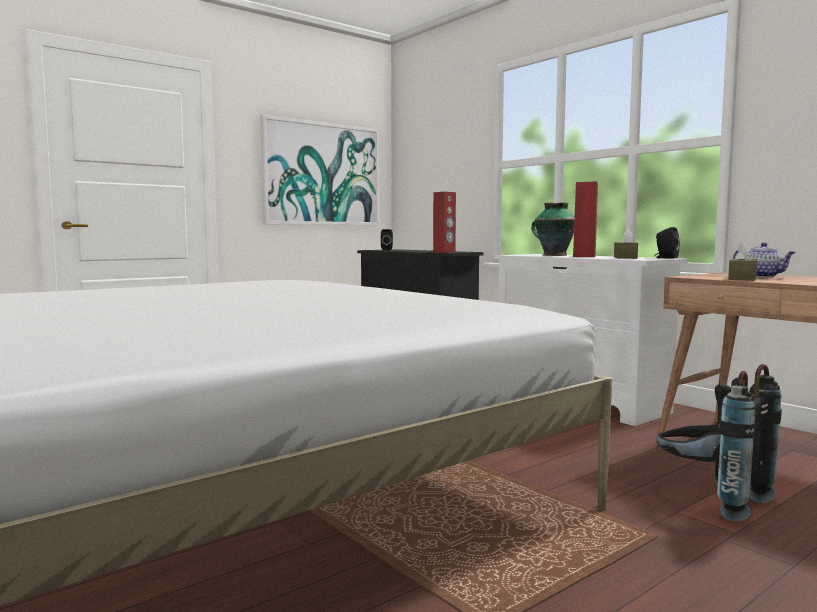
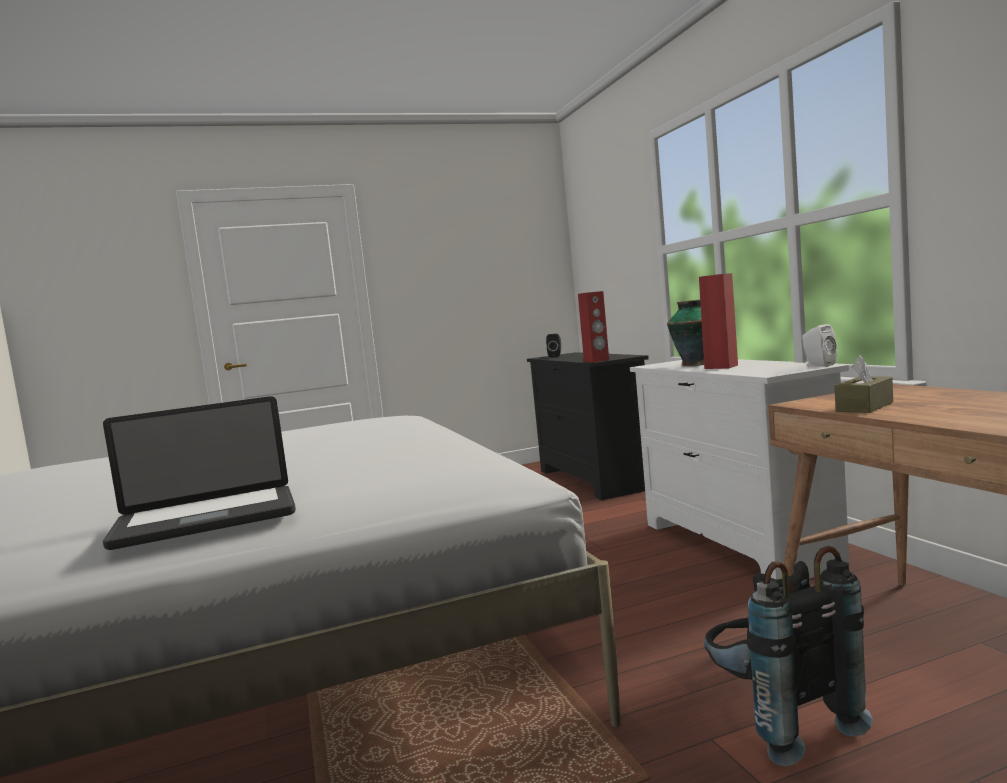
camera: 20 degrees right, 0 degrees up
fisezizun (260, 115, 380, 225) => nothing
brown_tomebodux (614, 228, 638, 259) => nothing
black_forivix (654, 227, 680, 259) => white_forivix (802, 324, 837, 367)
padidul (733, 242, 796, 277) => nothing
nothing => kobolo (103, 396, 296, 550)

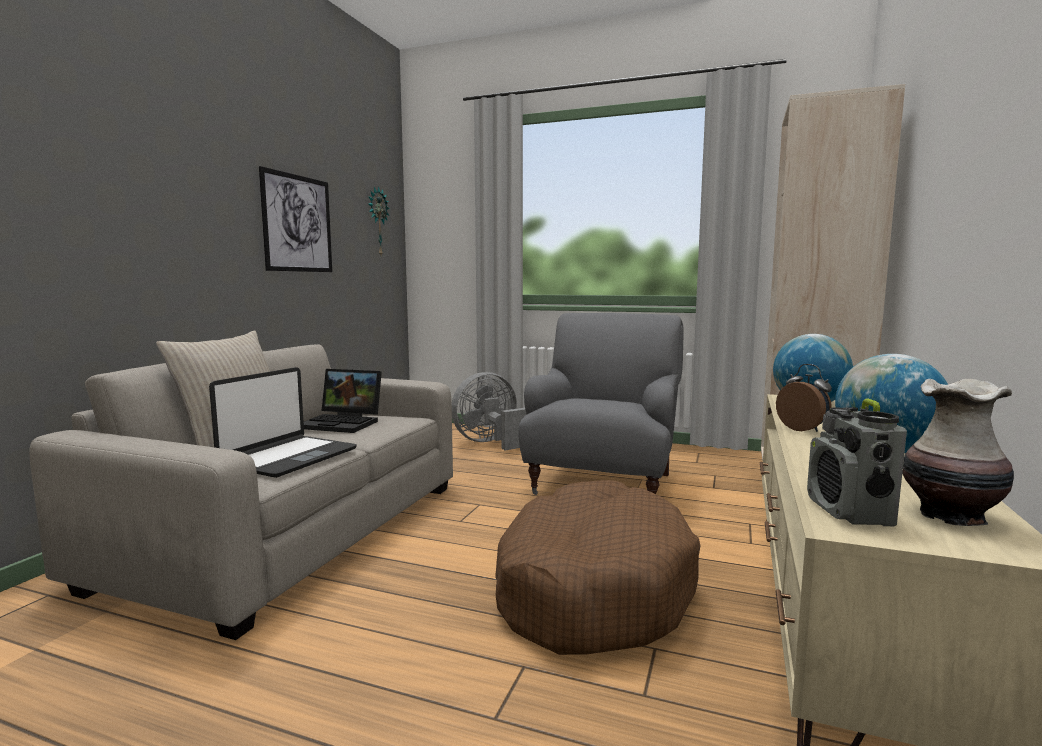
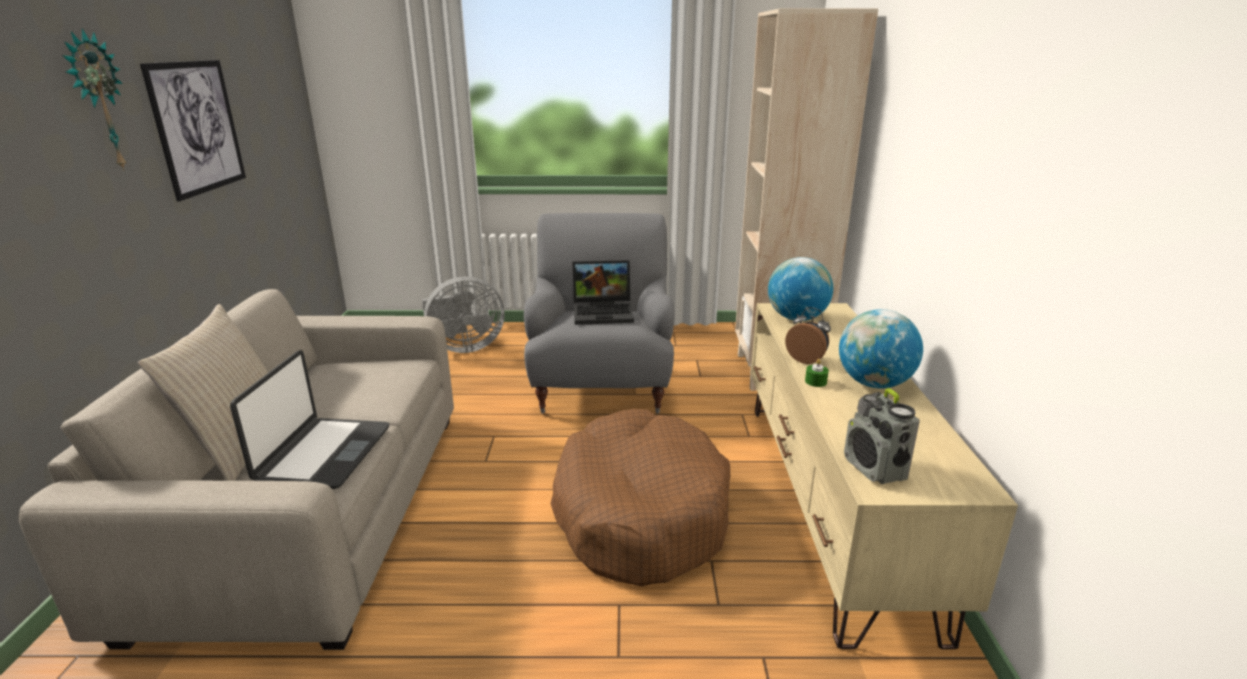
camera: 20 degrees left, 15 degrees up
kobolo (304, 369, 382, 433) => kobolo (572, 260, 634, 325), relocated
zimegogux (368, 186, 390, 255) => zimegogux (62, 29, 127, 171), relocated
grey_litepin (452, 372, 527, 450) => grey_litepin (422, 276, 505, 353), 150 degrees counterclockwise
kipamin (903, 379, 1014, 526) => nothing
nothing => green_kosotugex (805, 359, 829, 387)

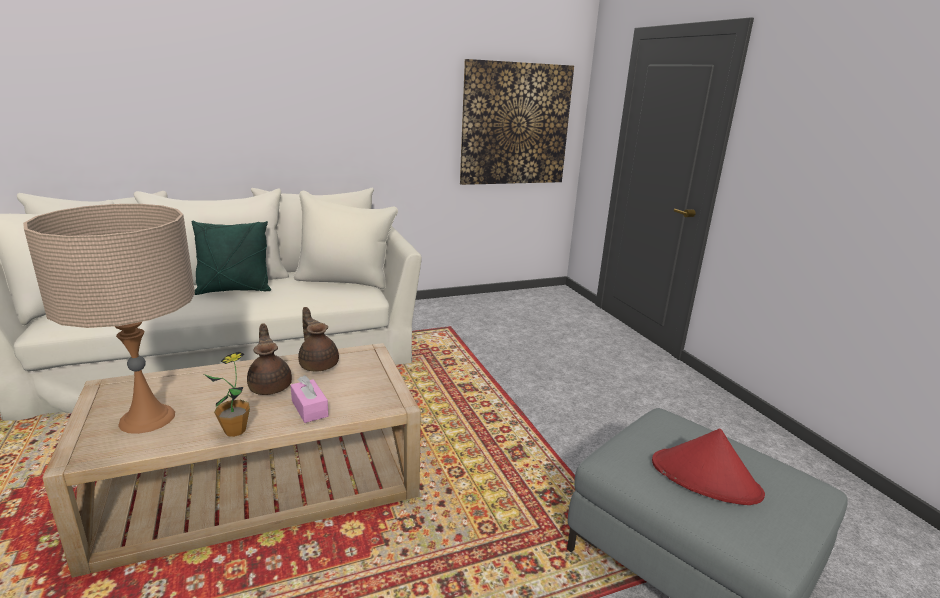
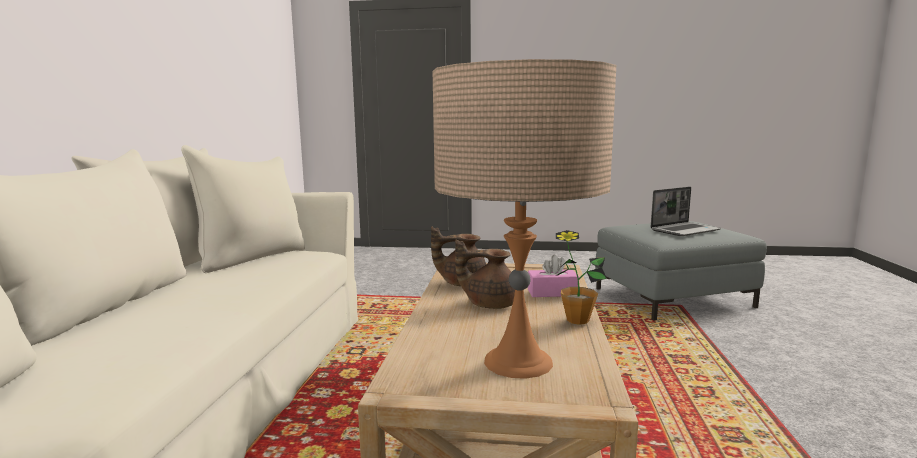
camera: 60 degrees left, 10 degrees down
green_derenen (192, 221, 271, 295) => nothing
fisezizun (460, 59, 574, 185) => nothing
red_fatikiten (652, 428, 765, 505) => kobolo (651, 187, 721, 236)

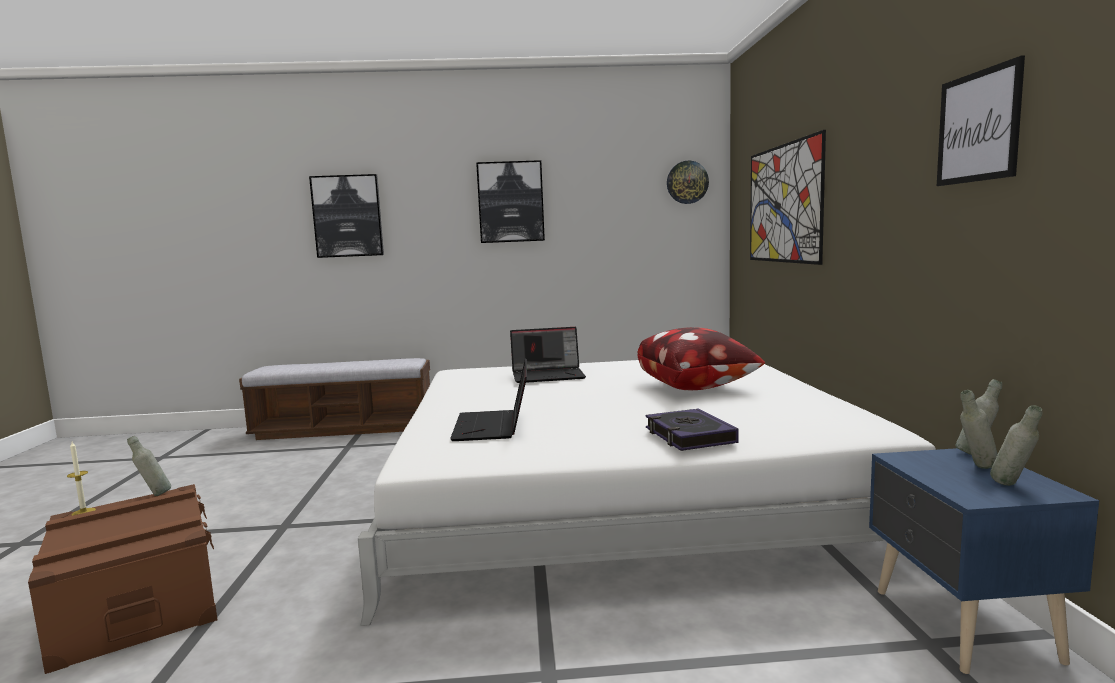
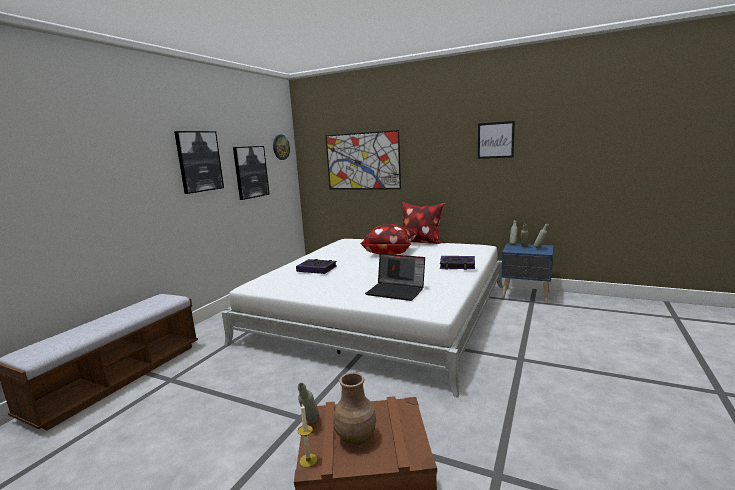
camera: 60 degrees left, 5 degrees up
fisezizun (309, 174, 384, 258) => fisezizun (233, 146, 269, 200), relocated
kobolo (510, 327, 586, 383) => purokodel (296, 259, 337, 274)
nothing => brown_kipamin (333, 372, 376, 445)
nothing => derenen (402, 202, 445, 244)

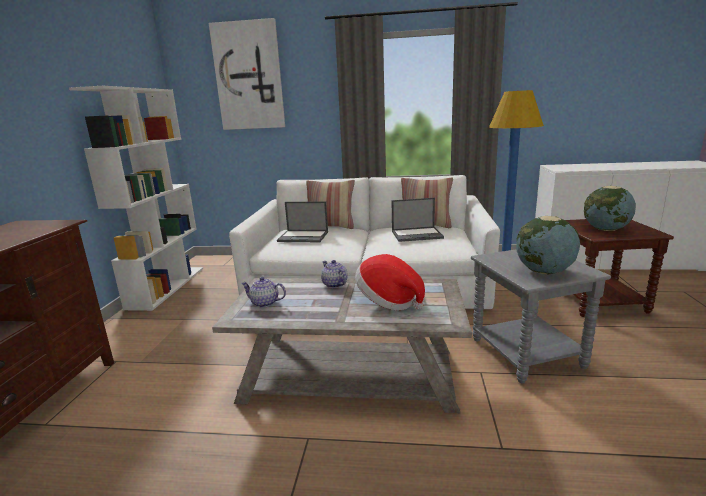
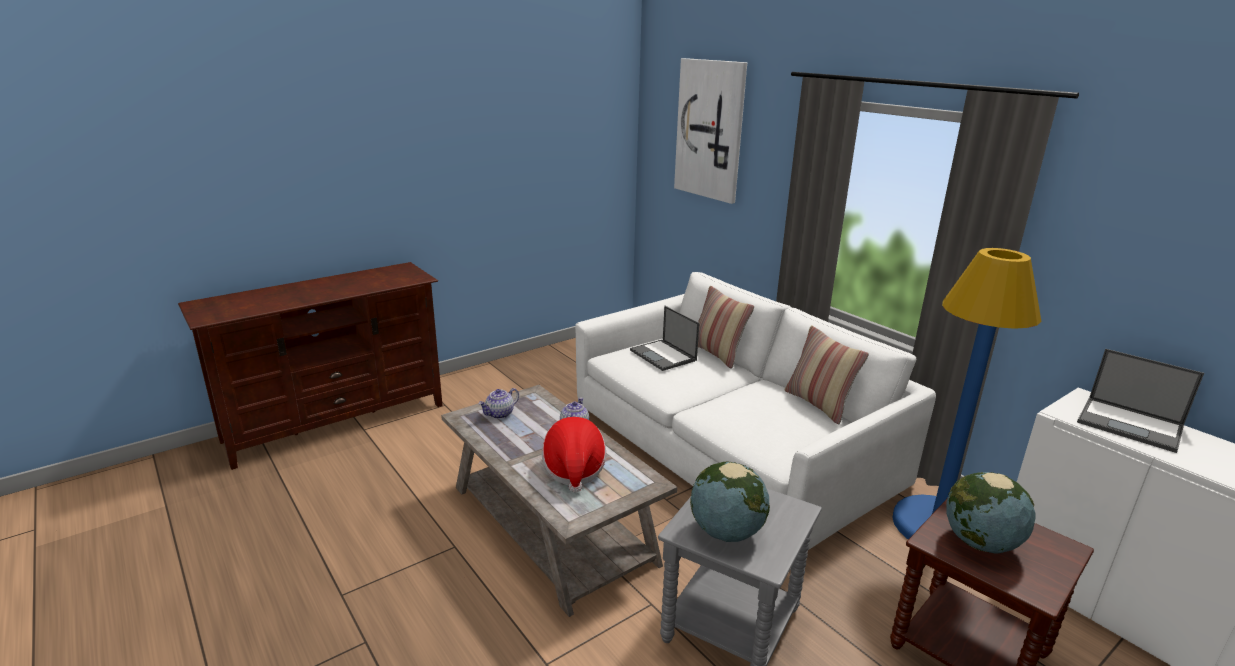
camera: 45 degrees right, 5 degrees up
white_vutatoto (69, 86, 203, 311) => nothing
padidul (241, 277, 286, 308) => padidul (478, 388, 519, 419), 105 degrees counterclockwise
kobolo (391, 198, 444, 242) => kobolo (1077, 349, 1204, 453), relocated

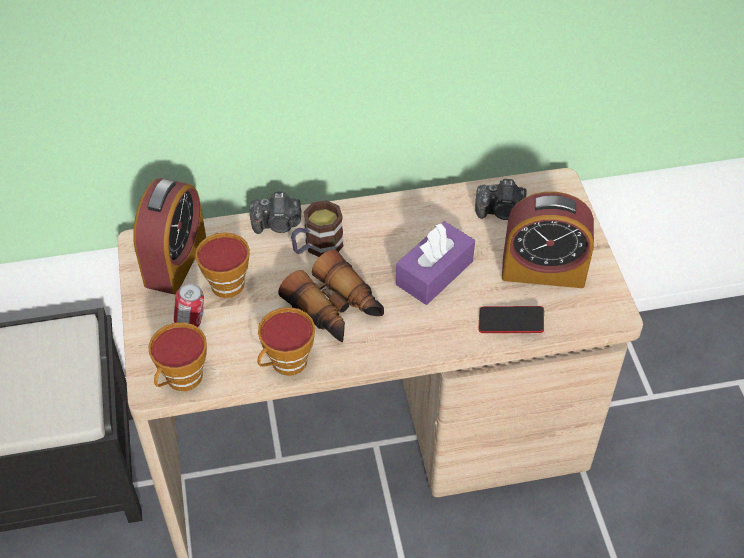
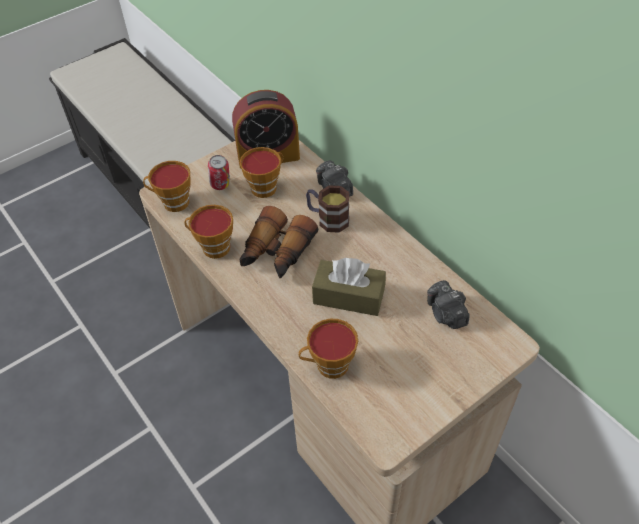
camera: 65 degrees right, 0 degrees up
purple_tomebodux (396, 221, 475, 305) => brown_tomebodux (312, 258, 386, 316)
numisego (478, 306, 544, 333) => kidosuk (298, 319, 358, 379)
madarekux (502, 192, 594, 288) => nothing

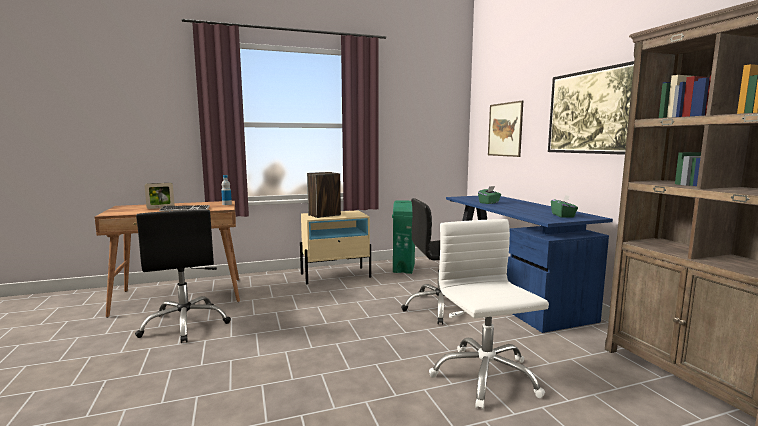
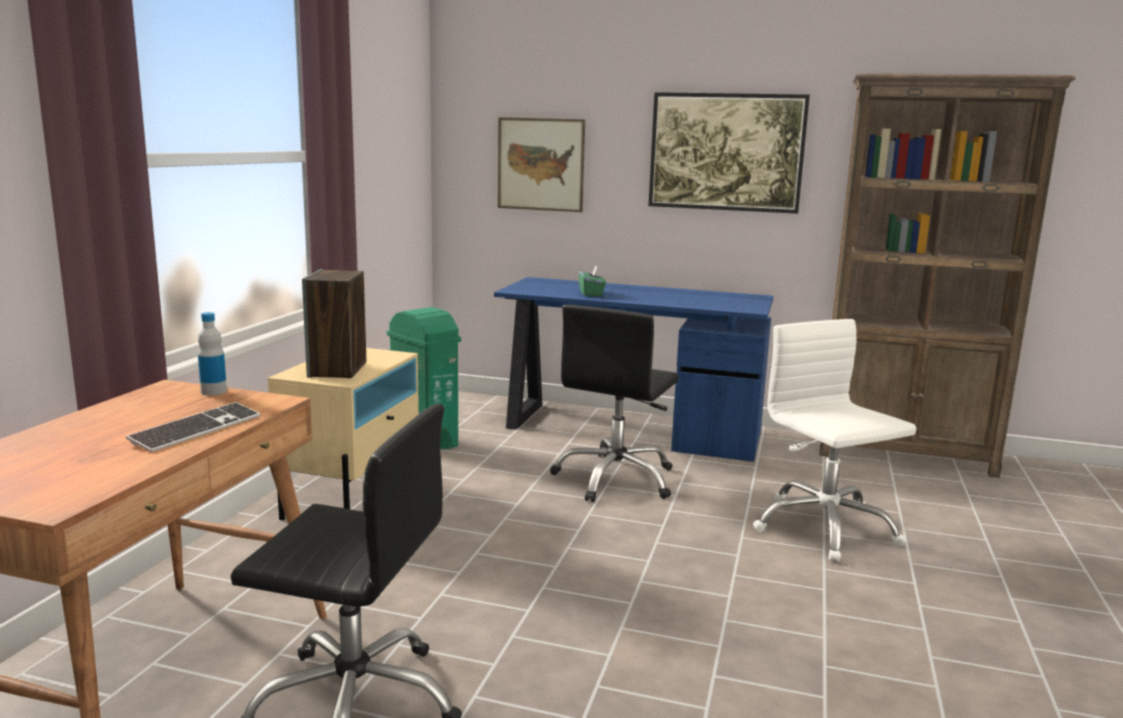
camera: 55 degrees left, 5 degrees up
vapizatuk (145, 183, 175, 209) => nothing
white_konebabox (429, 219, 549, 410) => white_konebabox (753, 319, 917, 562), 45 degrees clockwise
green_tomebodux (551, 195, 578, 218) => nothing

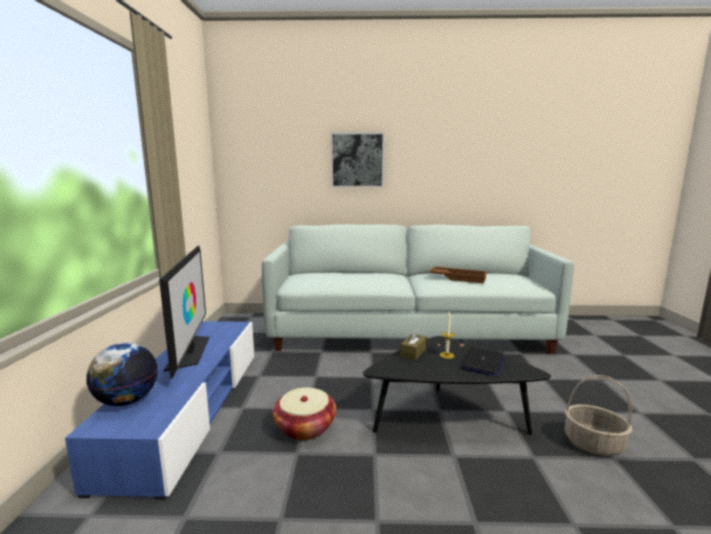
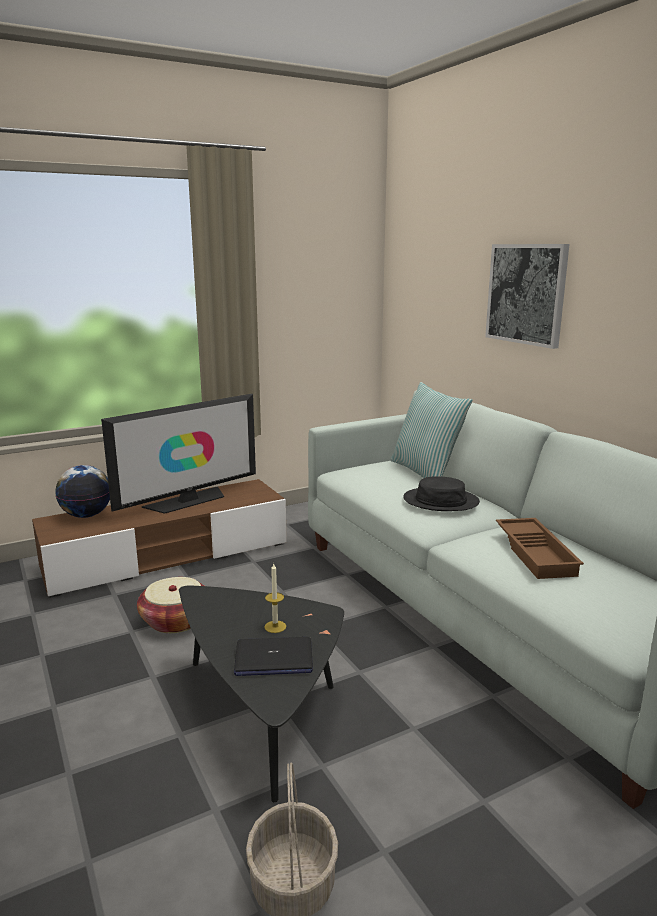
camera: 60 degrees right, 5 degrees up
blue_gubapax (65, 321, 254, 500) => brown_gubapax (32, 479, 287, 598)
brown_tomebodux (400, 328, 427, 360) => nothing
nothing => derenen (391, 382, 472, 478)
nothing => black_fatikiten (403, 476, 480, 511)

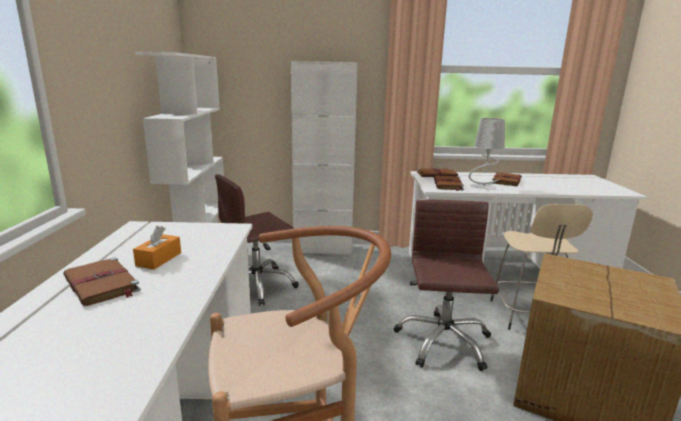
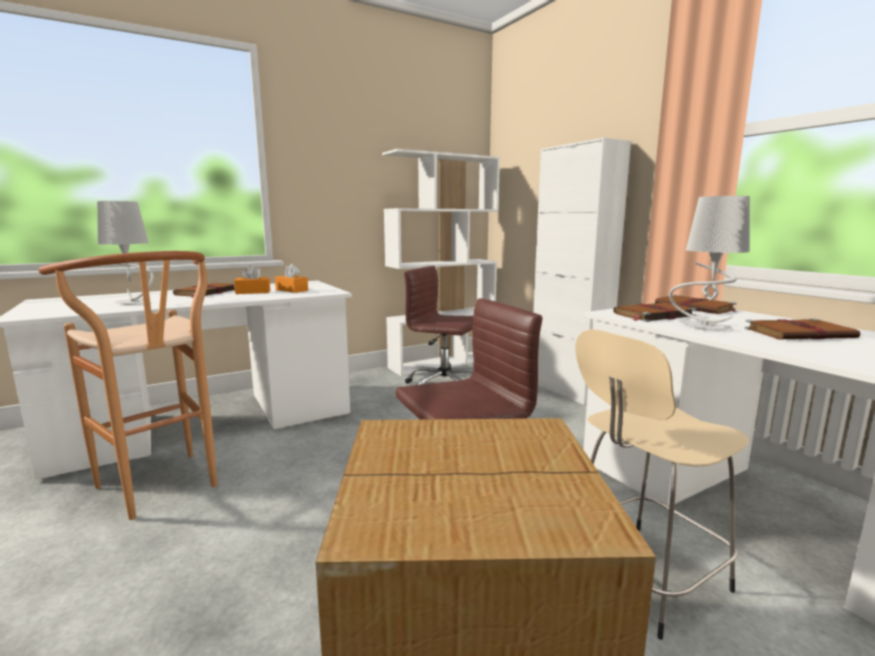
camera: 60 degrees right, 5 degrees down
nothing => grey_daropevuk (97, 201, 154, 305)
nothing => orange_tomebodux (275, 264, 308, 293)

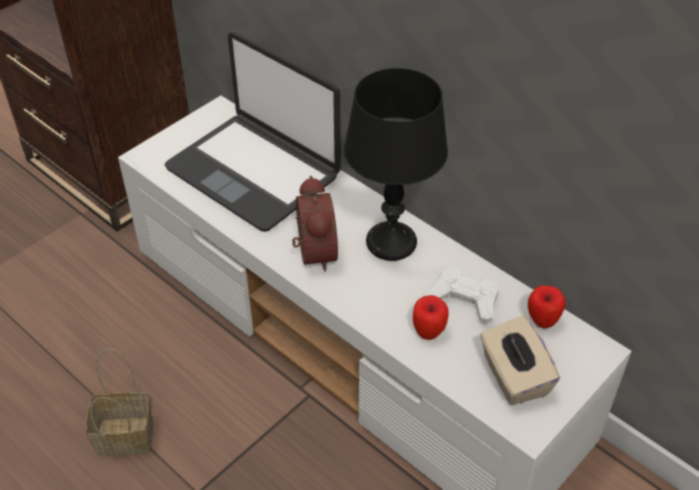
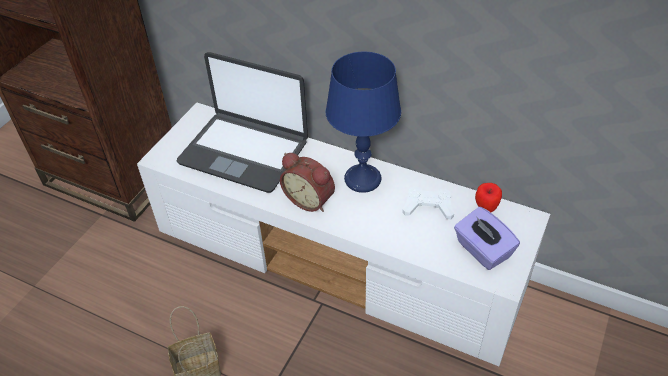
camera: 15 degrees left, 0 degrees up
madarekux (292, 176, 338, 272) => madarekux (280, 153, 335, 212), 150 degrees clockwise
black_daropevuk (344, 68, 448, 261) => blue_daropevuk (326, 52, 401, 193)
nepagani (413, 295, 448, 340) => nothing
beige_tomebodux (480, 315, 560, 405) => purple_tomebodux (454, 207, 520, 270)

